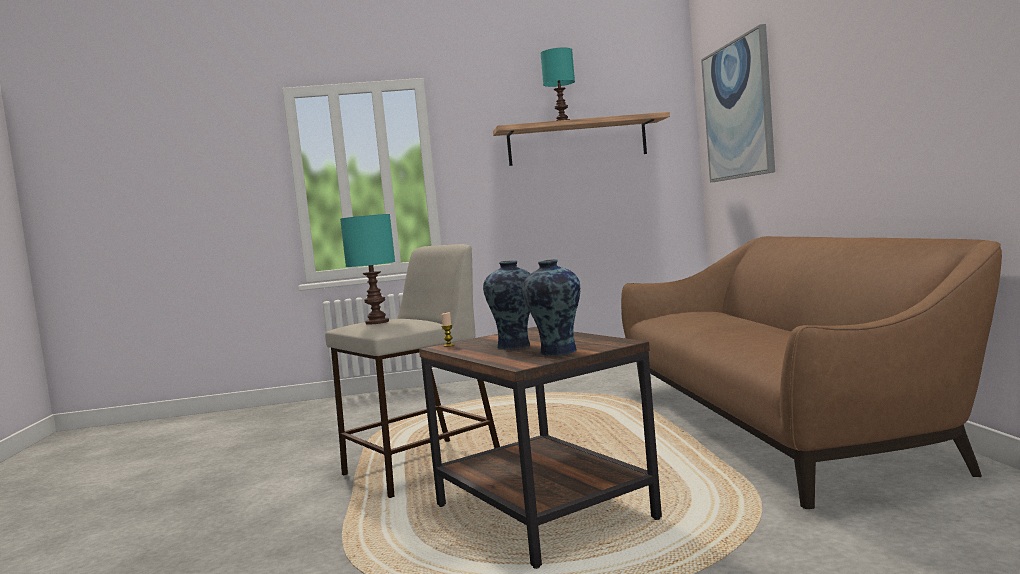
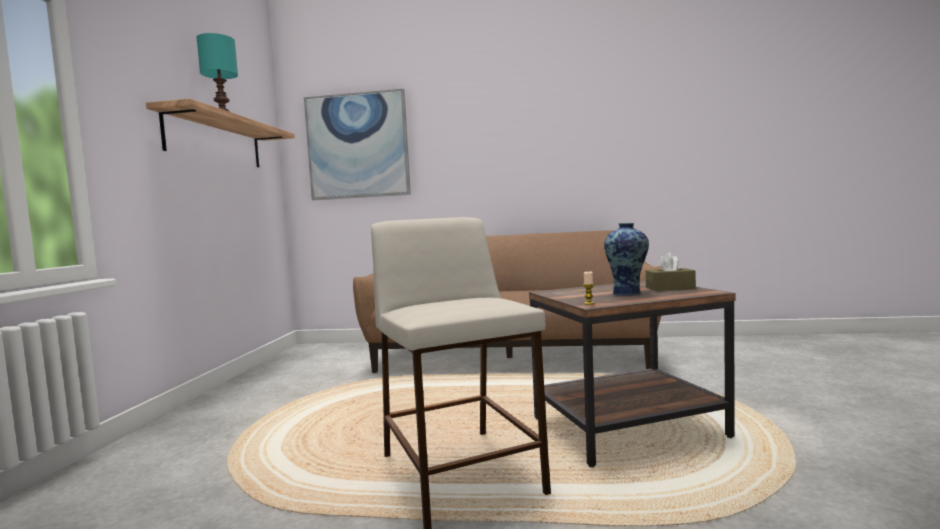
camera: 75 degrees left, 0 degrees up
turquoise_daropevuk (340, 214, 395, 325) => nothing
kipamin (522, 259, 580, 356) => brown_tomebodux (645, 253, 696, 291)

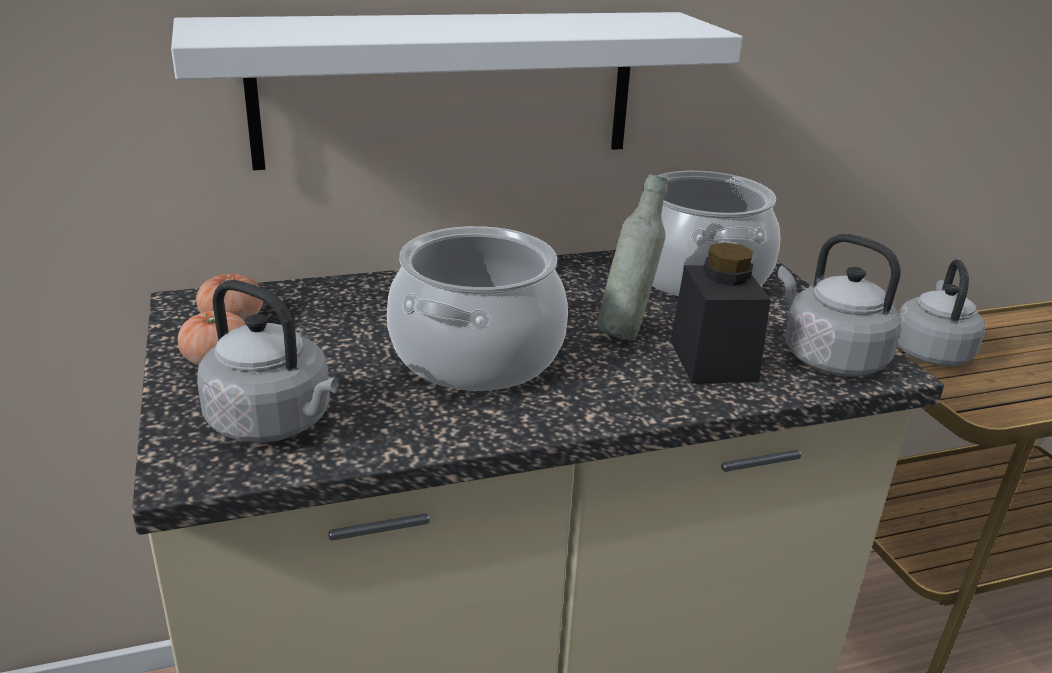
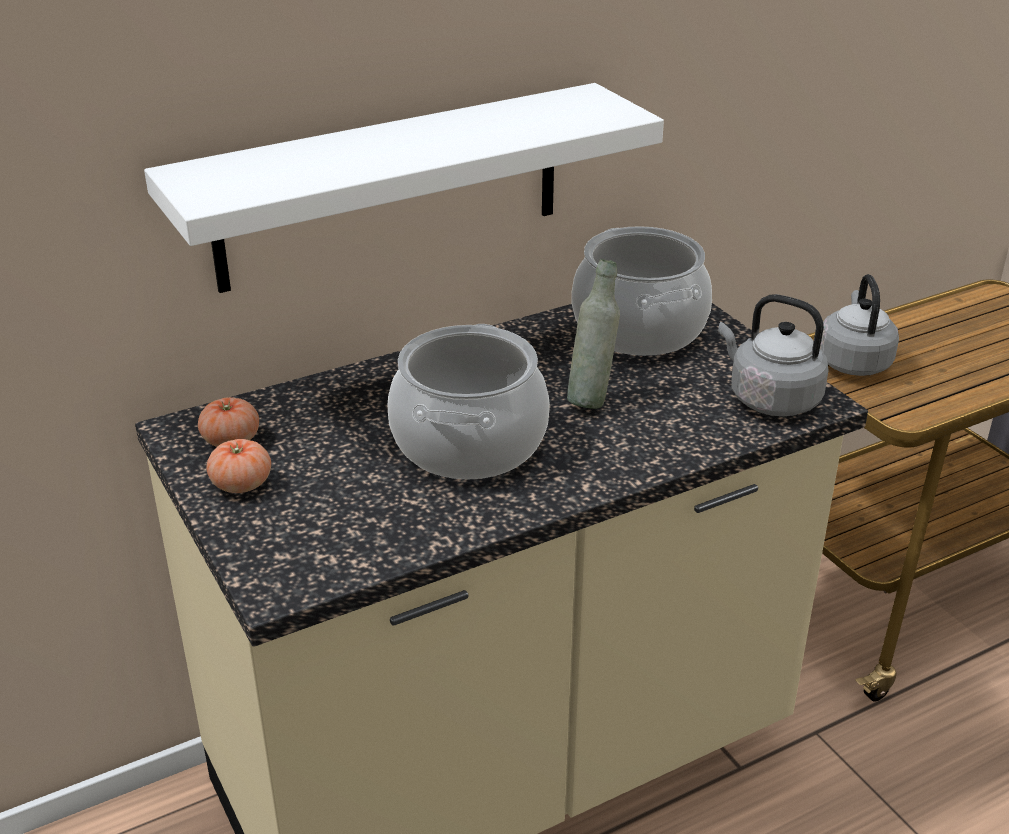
camera: 10 degrees left, 5 degrees up
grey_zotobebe (197, 280, 339, 443) => nothing
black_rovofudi (671, 242, 771, 384) => nothing

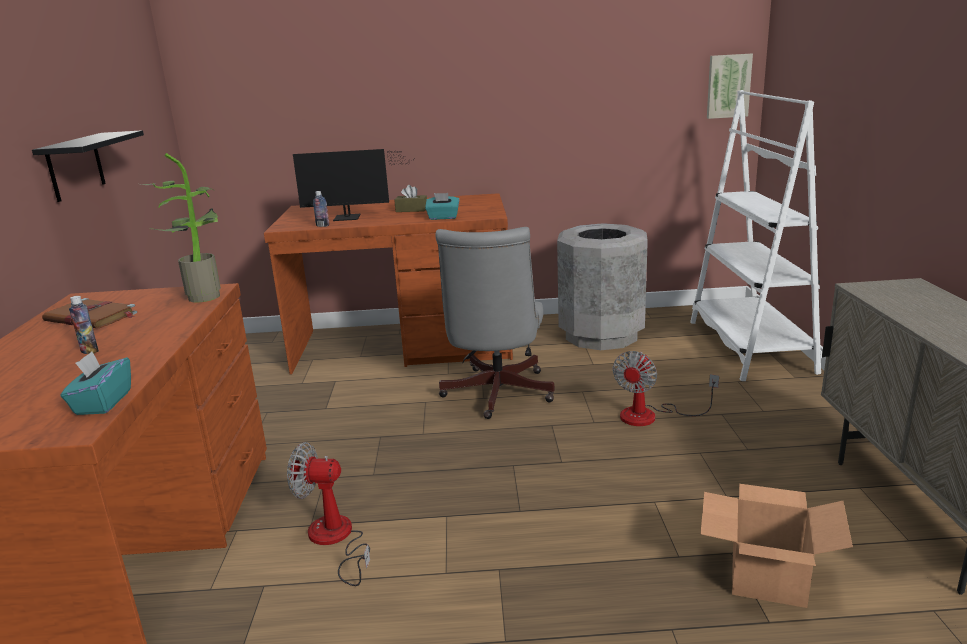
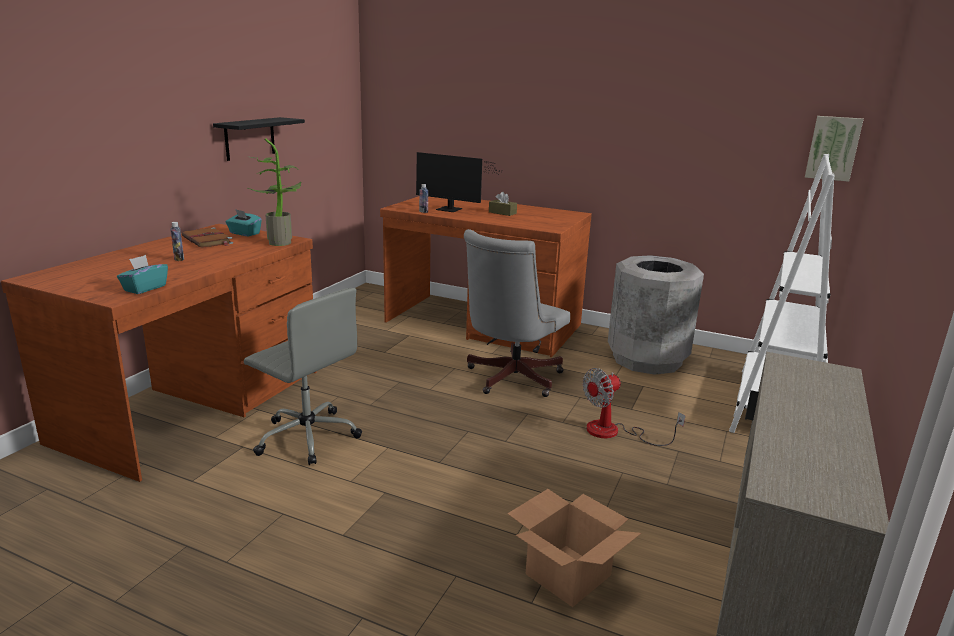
camera: 25 degrees right, 0 degrees up
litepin (287, 442, 370, 586) => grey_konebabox (244, 288, 362, 465)
turquoise_tomebodux (425, 193, 459, 220) => turquoise_tomebodux (226, 209, 262, 237), relocated

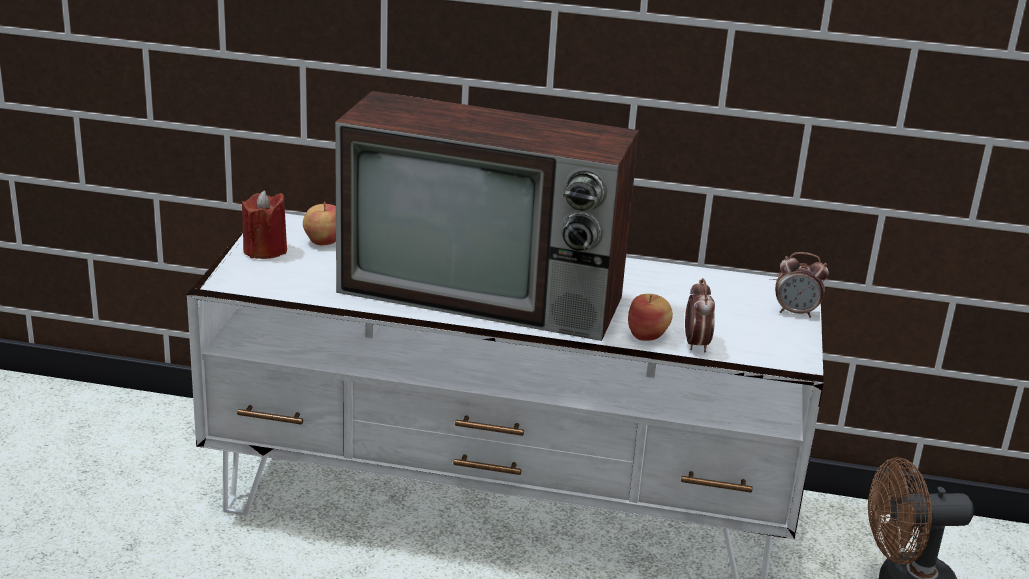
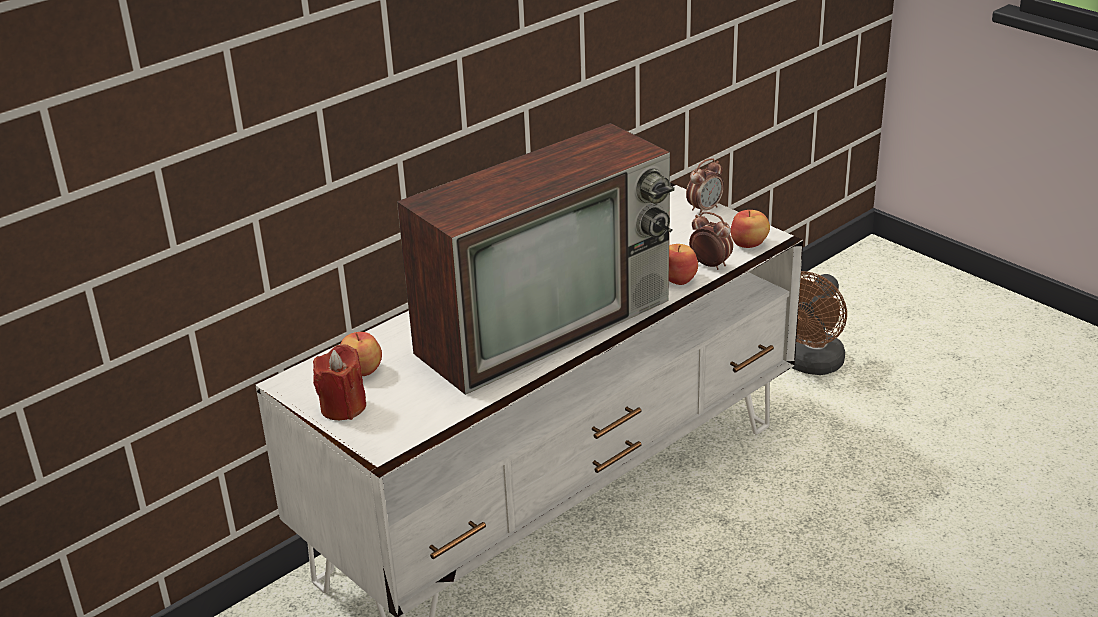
camera: 50 degrees left, 5 degrees up
nothing => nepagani (731, 210, 770, 248)

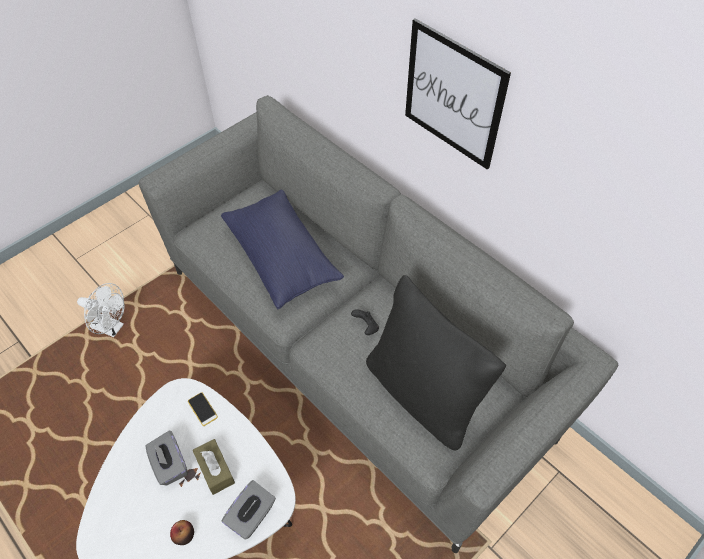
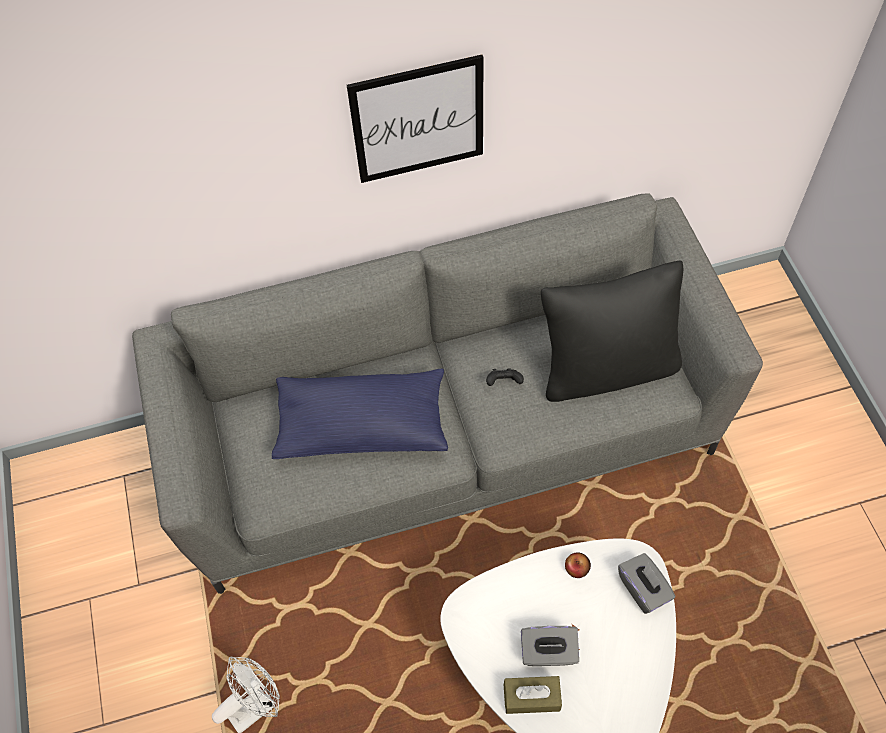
camera: 60 degrees left, 5 degrees up
nepagani (170, 520, 194, 545) => nepagani (565, 552, 591, 578), relocated
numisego (188, 392, 218, 426) => nothing
brown_tomebodux (193, 439, 235, 495) => brown_tomebodux (504, 676, 562, 714), relocated

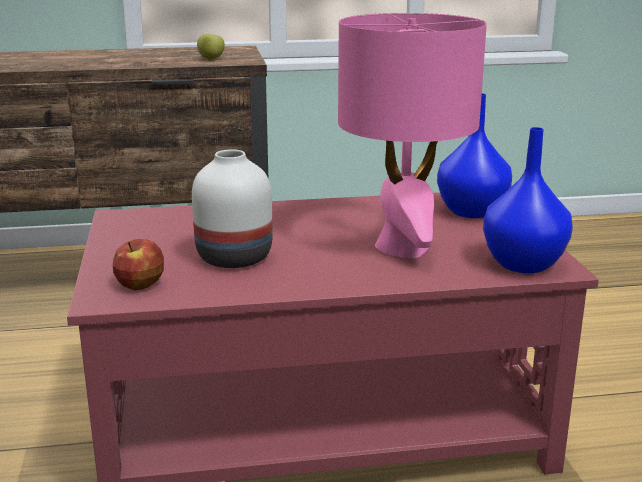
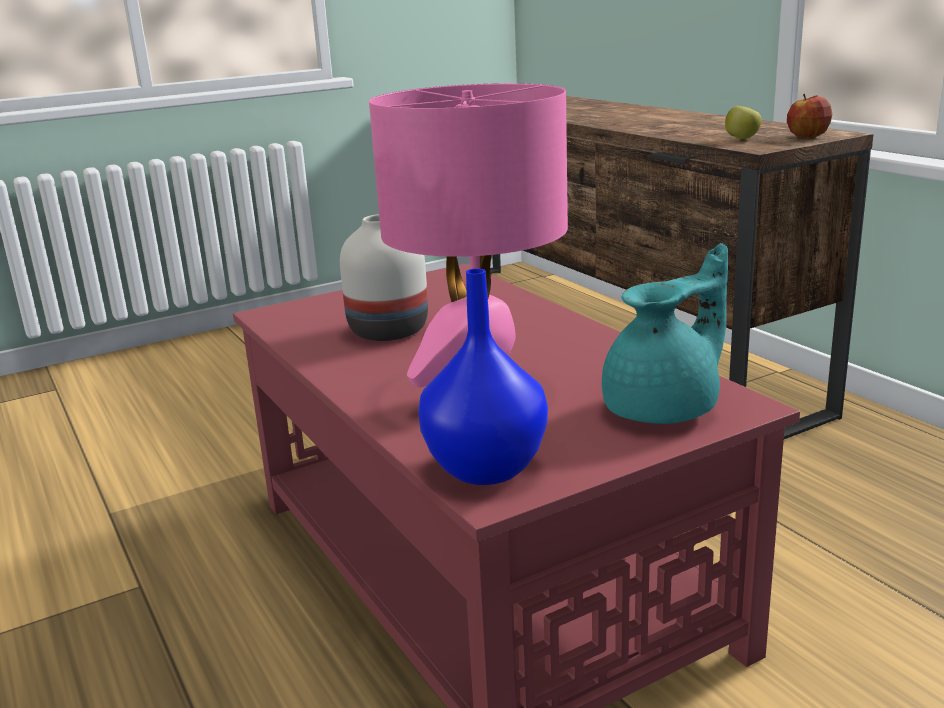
camera: 70 degrees right, 0 degrees up
nepagani (113, 239, 164, 291) => nepagani (787, 94, 832, 138), relocated
blue_kipamin (437, 93, 512, 218) => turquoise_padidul (602, 243, 728, 424)

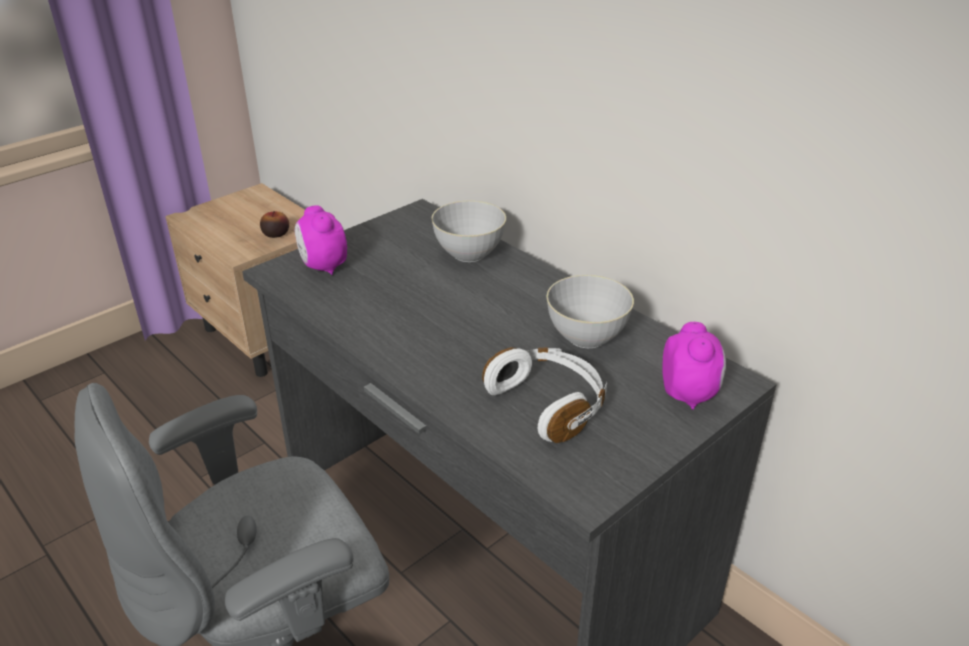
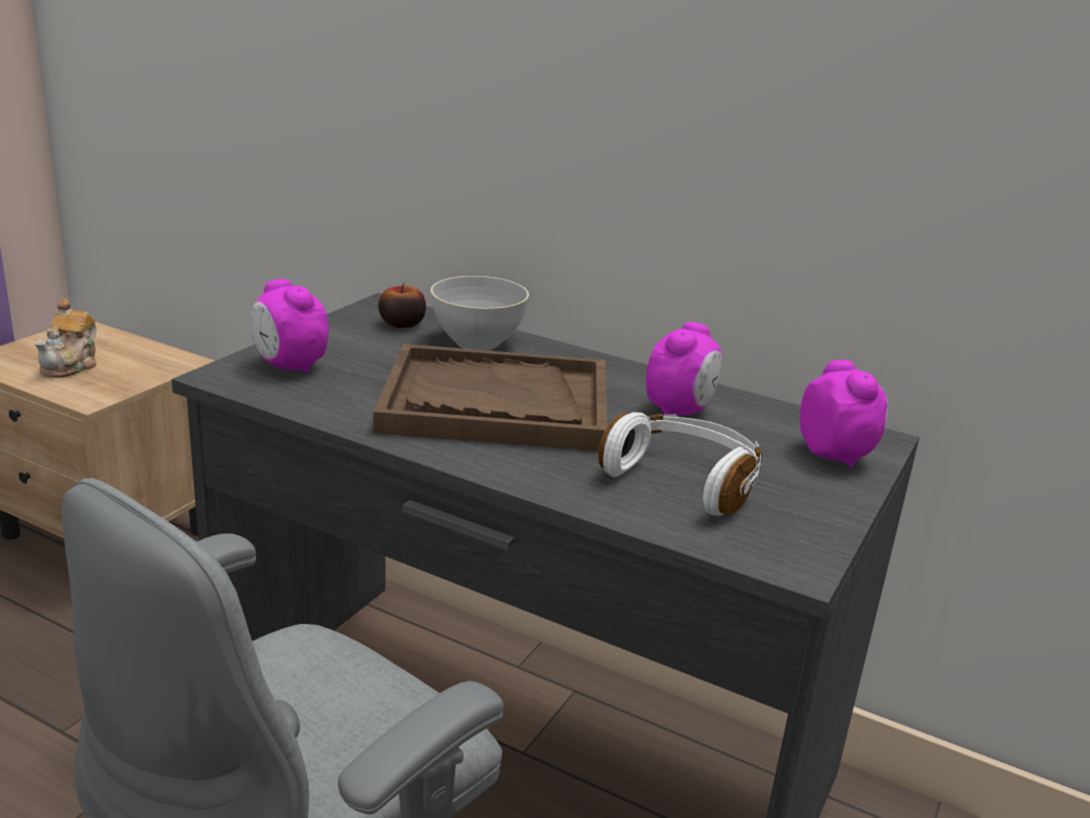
camera: 20 degrees left, 10 degrees down
nepagani (260, 211, 289, 238) => nepagani (378, 283, 426, 328), relocated
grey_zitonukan (546, 275, 634, 348) => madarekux (646, 322, 723, 416)
nothing => padidul (34, 299, 97, 378)
nothing => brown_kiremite (373, 344, 607, 451)

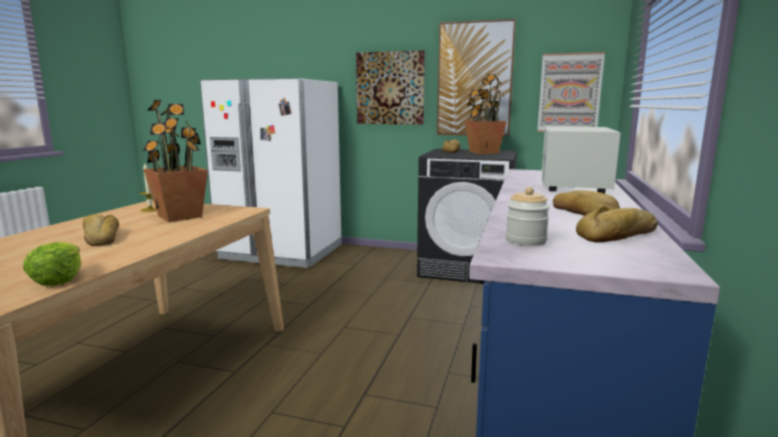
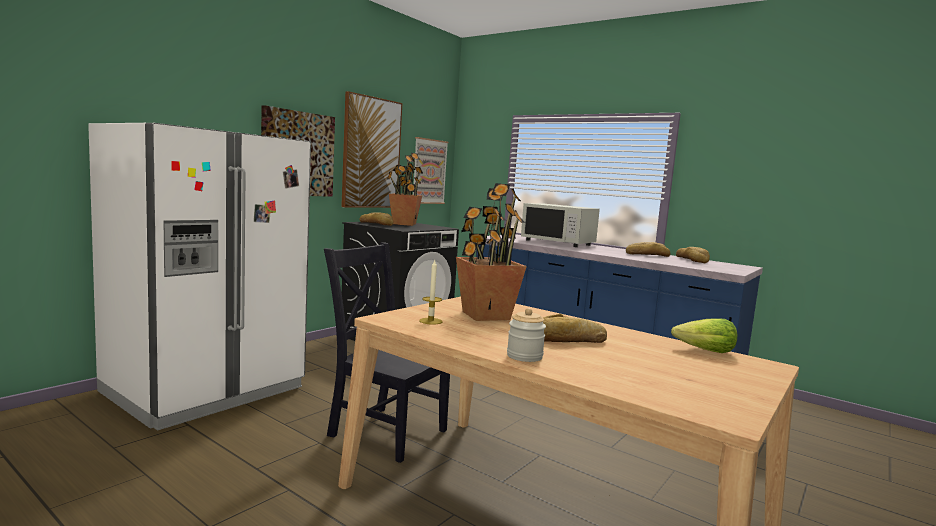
camera: 70 degrees left, 5 degrees down
rovofudi (506, 187, 550, 246) => rovofudi (507, 308, 546, 362), relocated
nothing => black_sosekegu (324, 242, 450, 463)

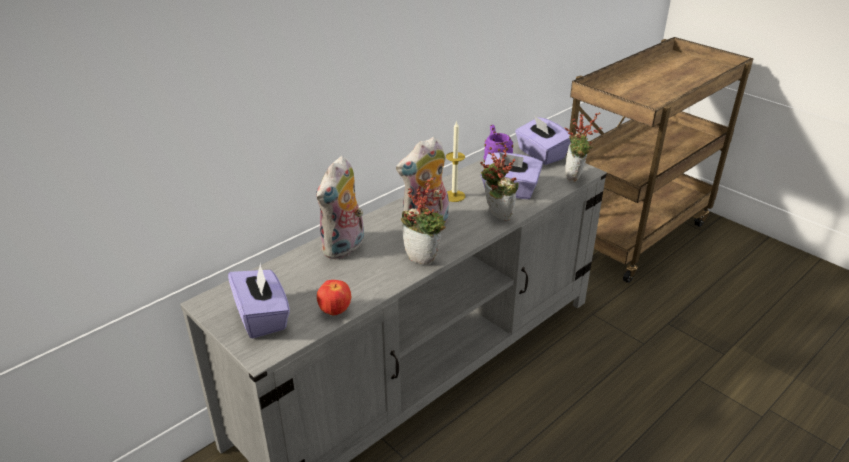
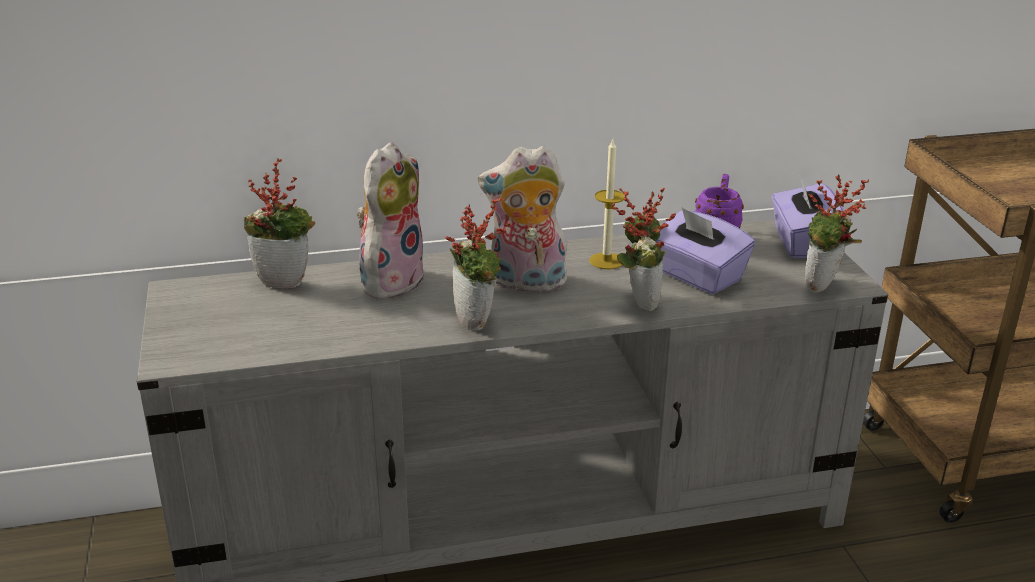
camera: 30 degrees right, 5 degrees down
purple_tomebodux (228, 262, 290, 339) => nothing
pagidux (316, 156, 364, 260) => pagidux (357, 142, 426, 299), 150 degrees clockwise
nepagani (317, 280, 352, 315) => nothing
nothing => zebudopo (244, 158, 315, 288)

